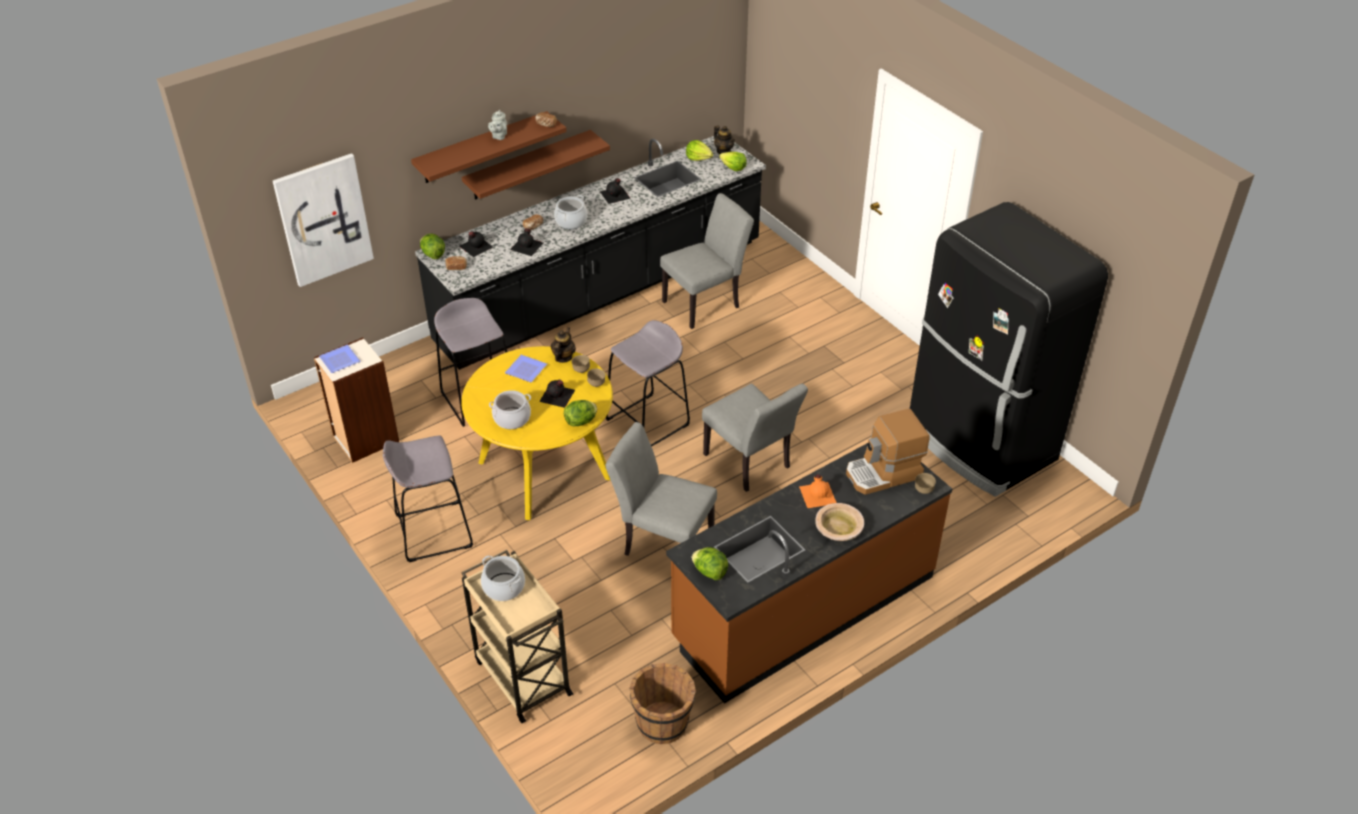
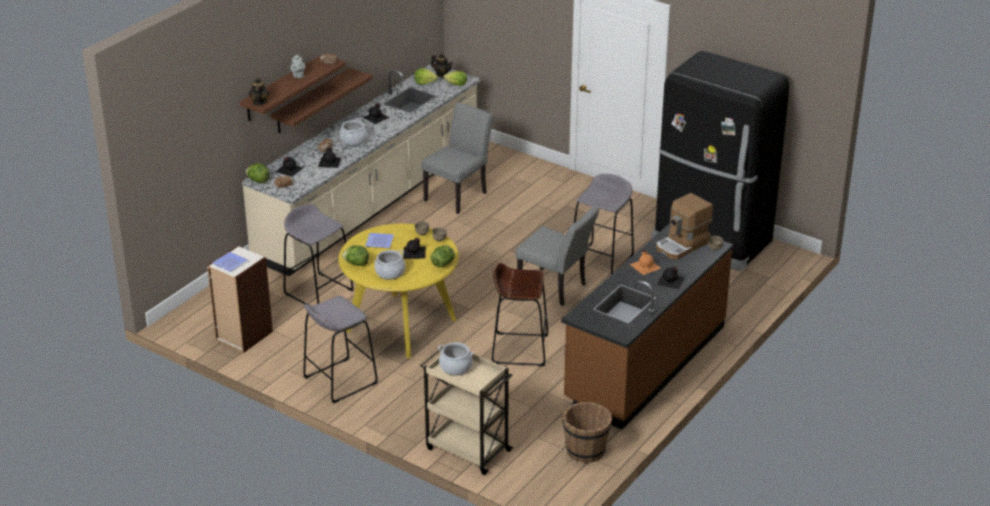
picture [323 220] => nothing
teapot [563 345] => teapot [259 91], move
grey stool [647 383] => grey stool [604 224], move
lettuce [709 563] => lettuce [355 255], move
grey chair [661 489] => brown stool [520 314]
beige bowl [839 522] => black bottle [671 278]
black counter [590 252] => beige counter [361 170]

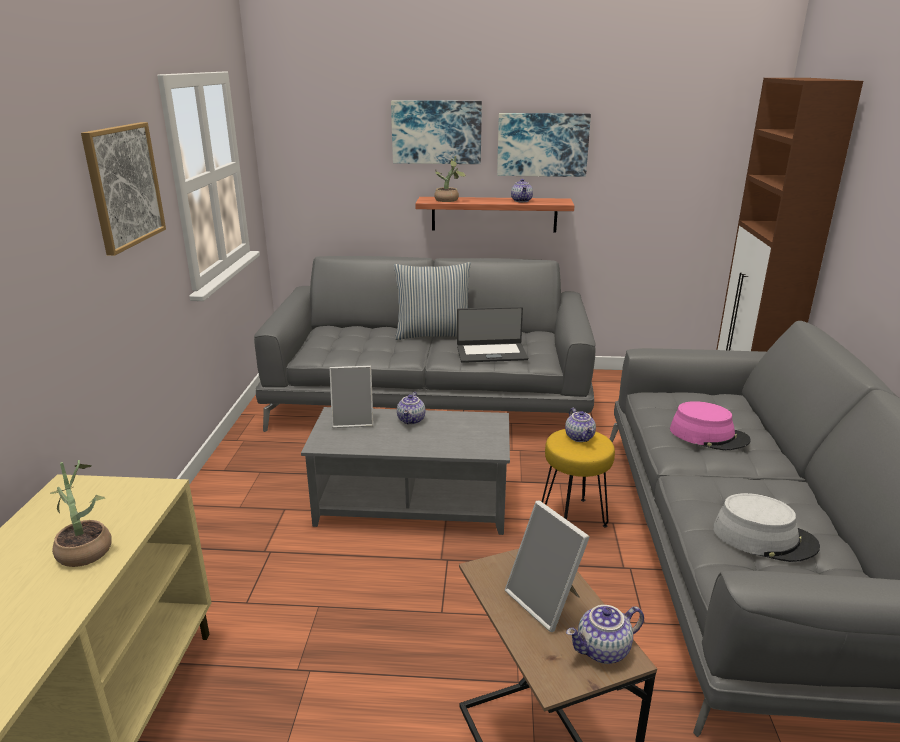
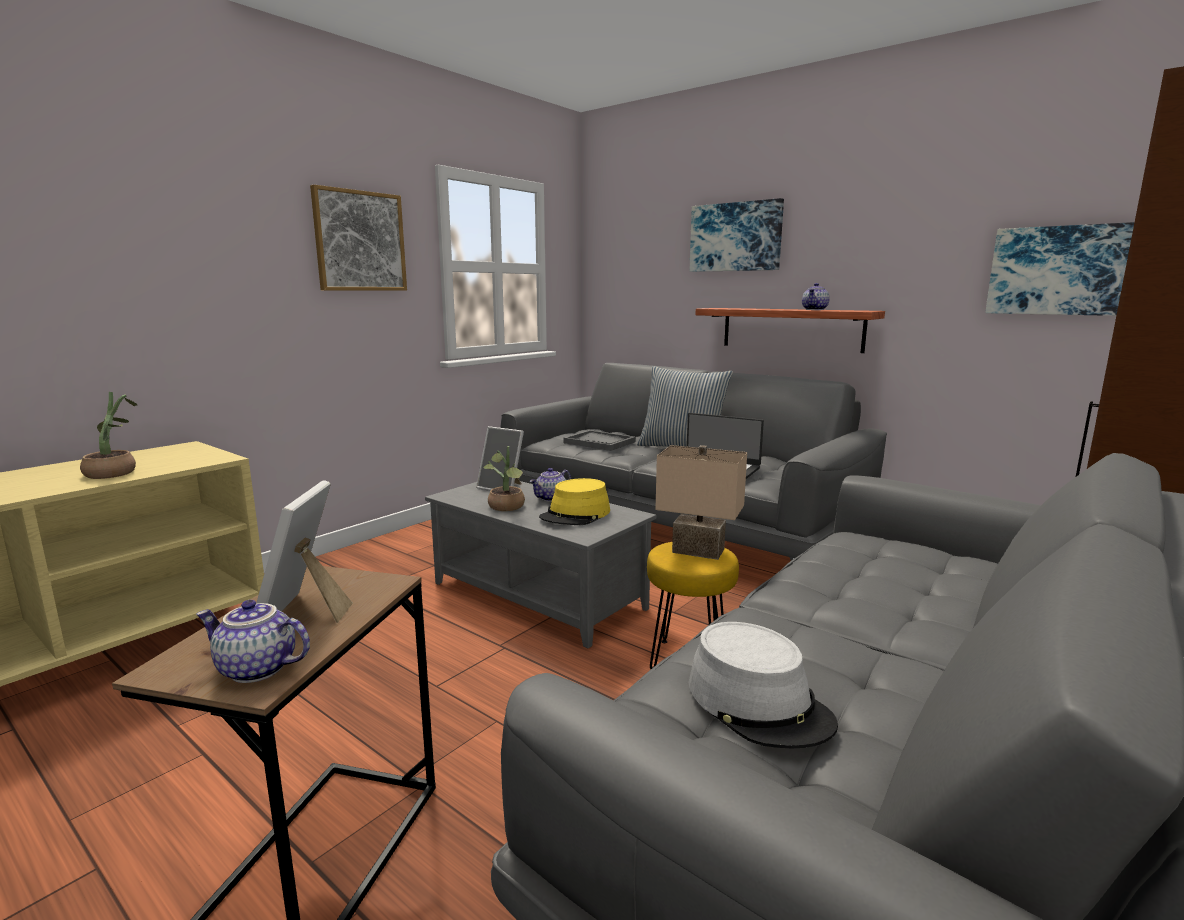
pink hat [710 425] => nothing
nothing => yellow hat [574 501]
nothing => grey tray [599 440]
potted plant [450 179] => potted plant [504 478], move
picture [544 145] => picture [1060 269], move
teapot [580 425] => beige table lamp [701 502]

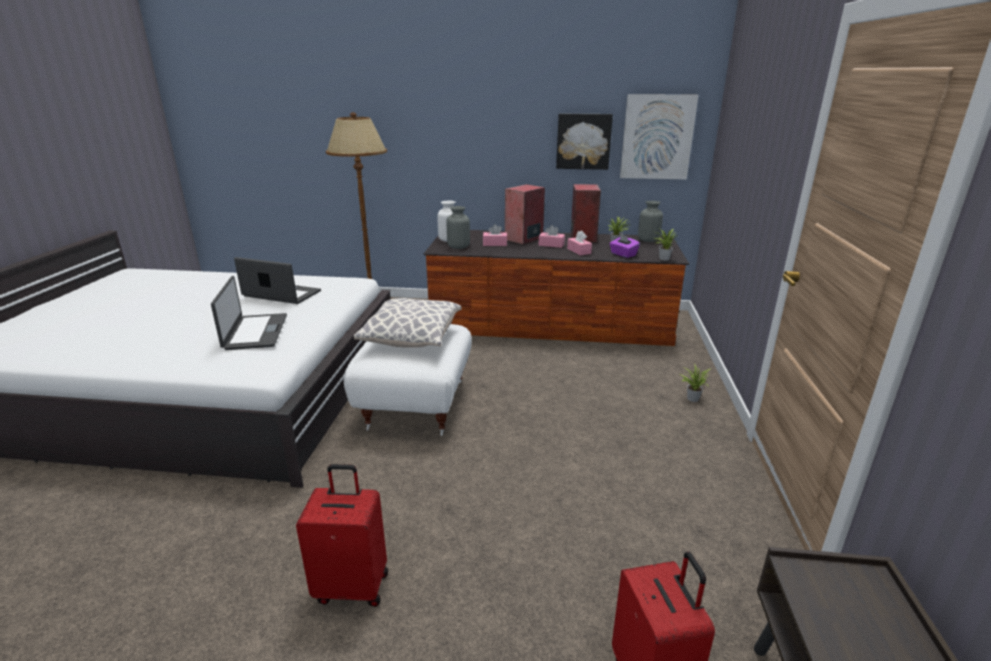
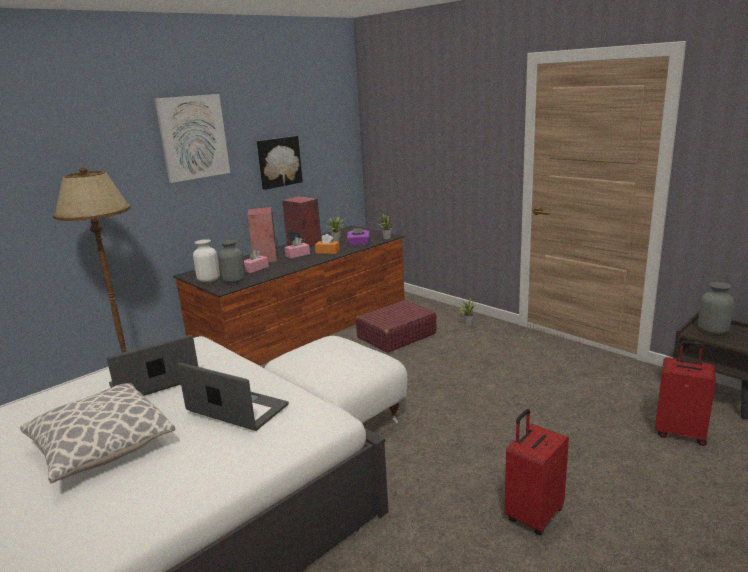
nothing => red suitcase [396 326]
pillow [408 323] => pillow [97 433], move
picture [659 136] => picture [192 138], move
grey vase [650 221] => grey vase [716 308], move
pink tissue box [579 242] => orange tissue box [327 244]

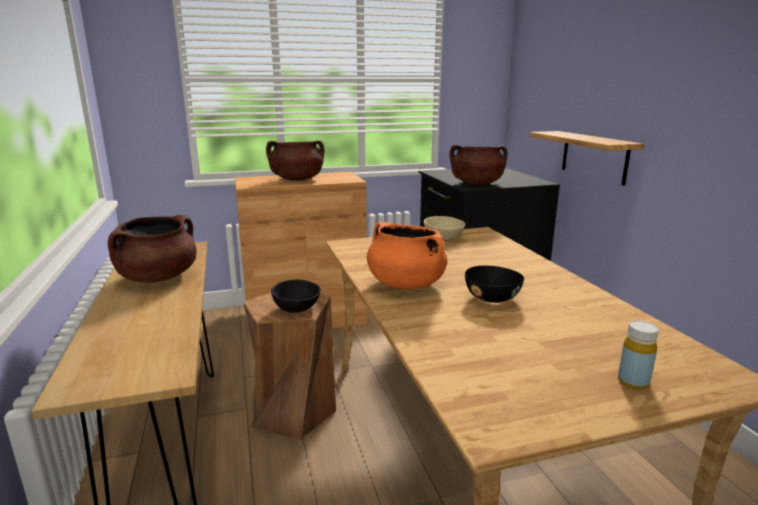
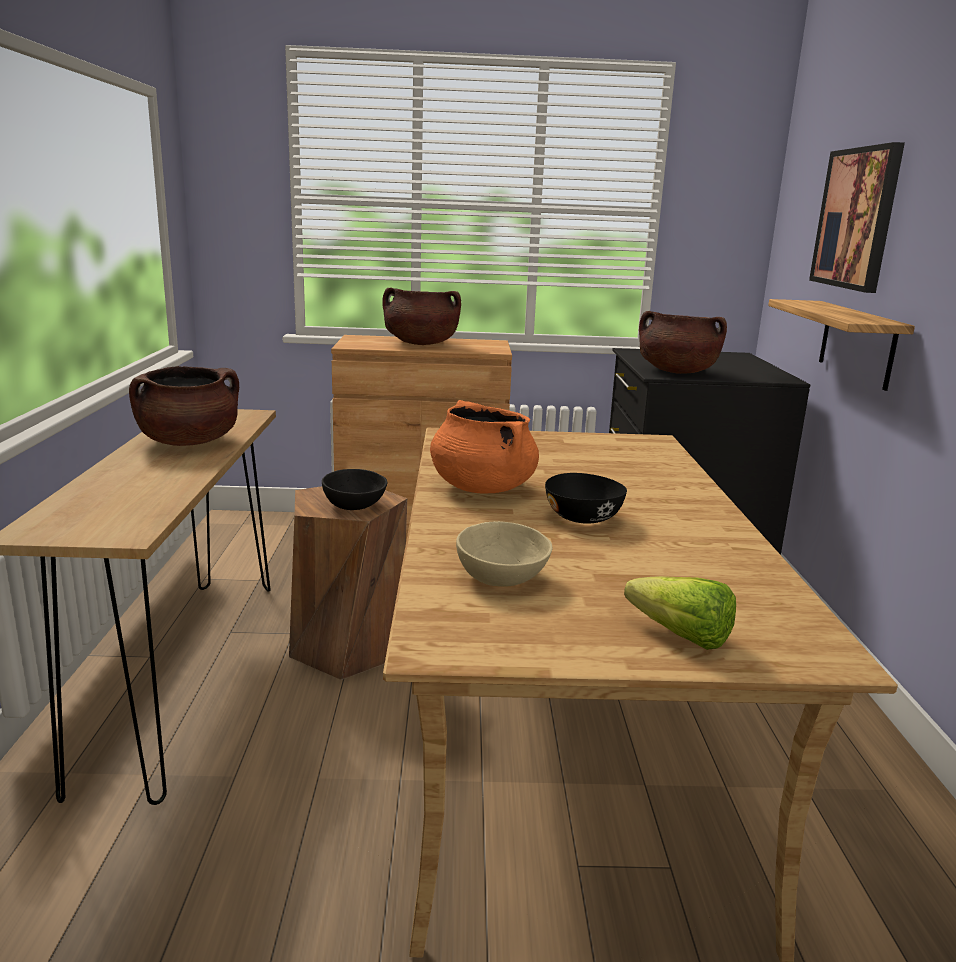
nothing => picture [857 217]
beige bowl [444 228] => beige bowl [504 554], move
yellow bottle [638 355] => lettuce [680 613]

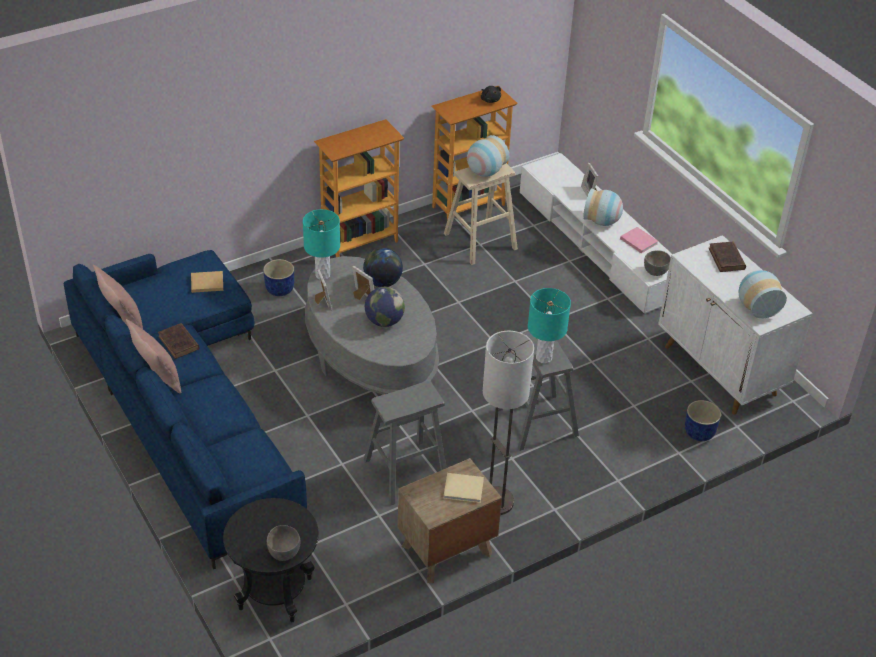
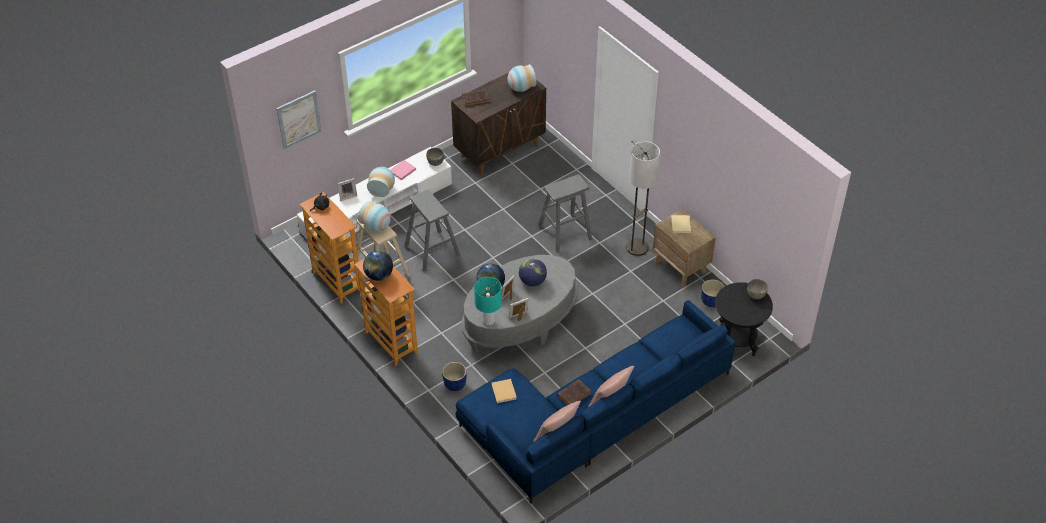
turquoise table lamp [549 326] => nothing
nothing => picture [299 119]
nothing => globe [378 266]
grey stool [405 443] => grey stool [432 231], move
blue planter [703 420] => blue planter [712 293], move
white cabinet [735 325] => brown cabinet [498 124]

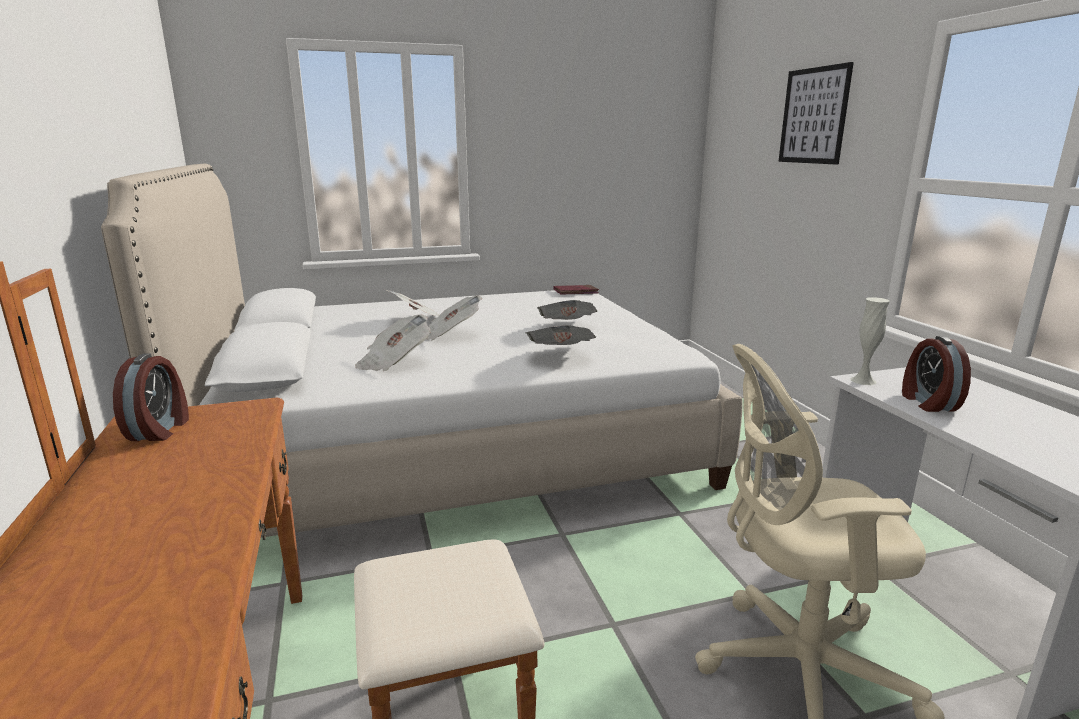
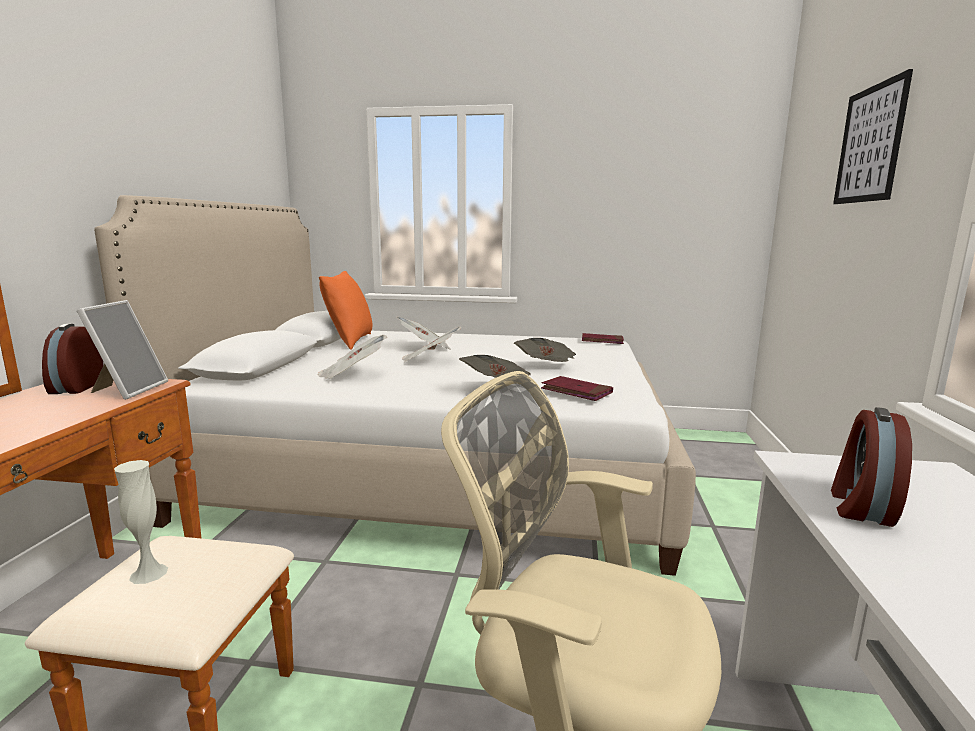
nothing => picture frame [122 350]
nothing => orange pillow [345 310]
nothing => red book [577 388]
white vase [870 341] => white vase [141 522], move
alarm clock [151 397] => alarm clock [72 359], 150 degrees clockwise

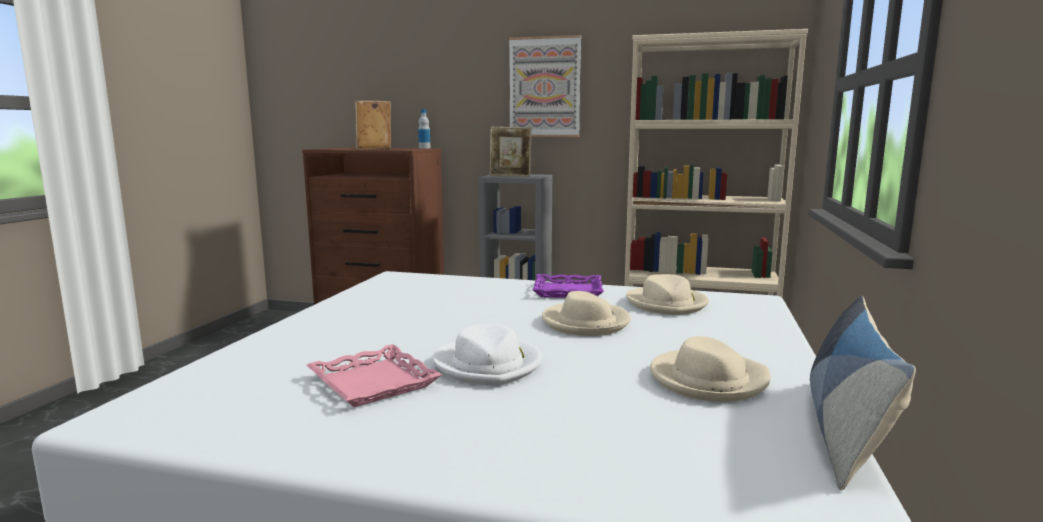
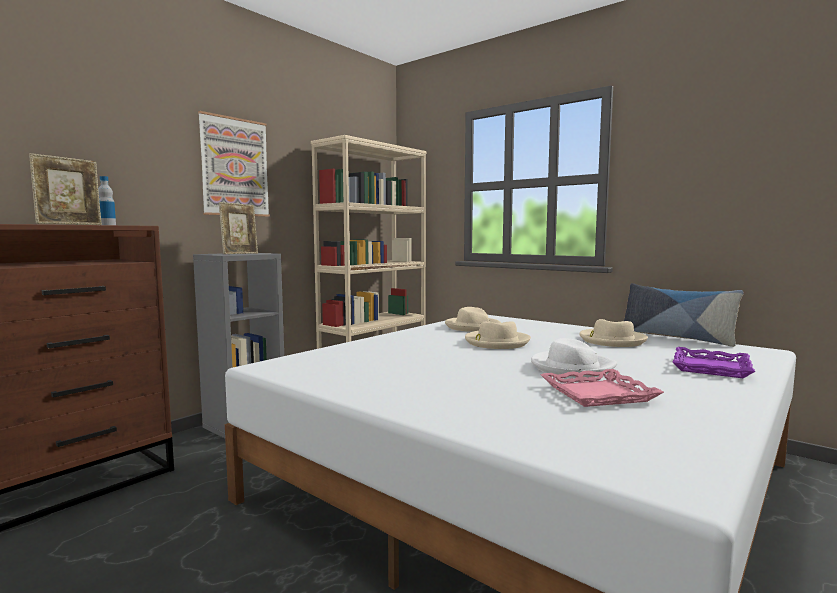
purple tray [568 286] => purple tray [714 362], move
picture frame [373 125] => picture frame [65 189], 120 degrees counterclockwise

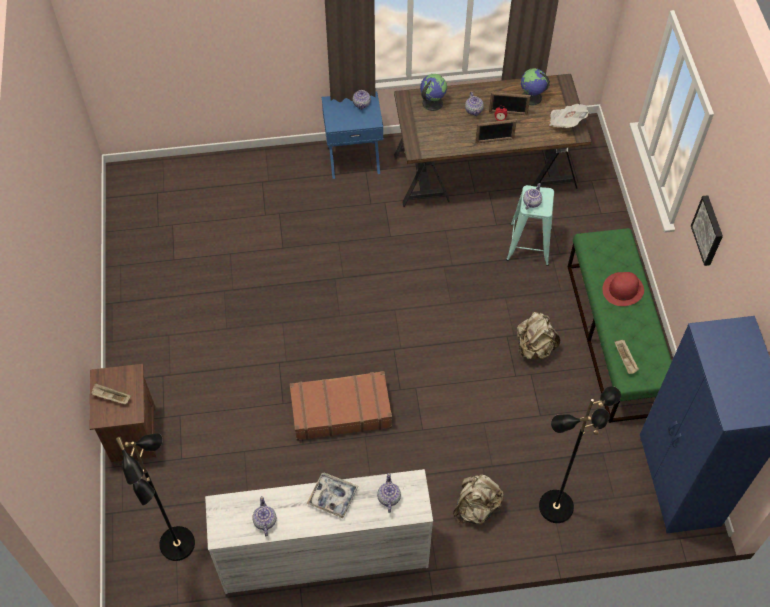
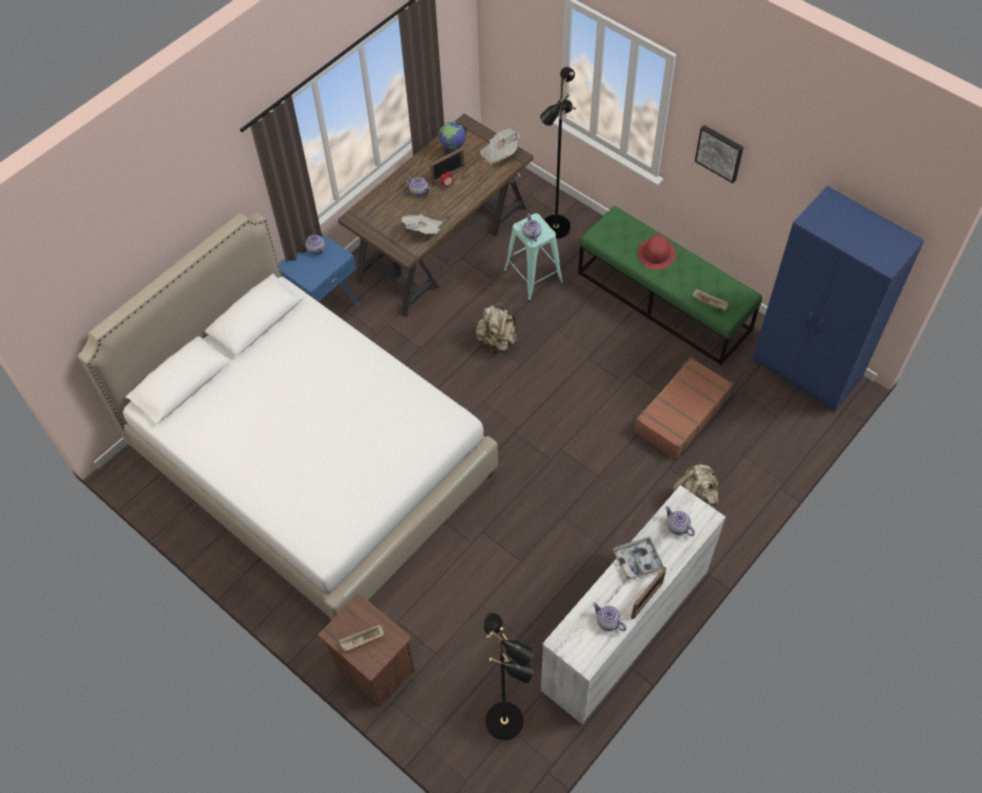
globe [433 92] => nothing
nothing => white bed [288 416]
nothing => newspaper [421 224]
brown suitcase [341 405] => brown suitcase [683 408], move
picture frame [496 131] => picture frame [648 592], move
beige backpack [538 335] => beige backpack [496 328], move
black floor lamp [580 454] => black floor lamp [558 153], move

